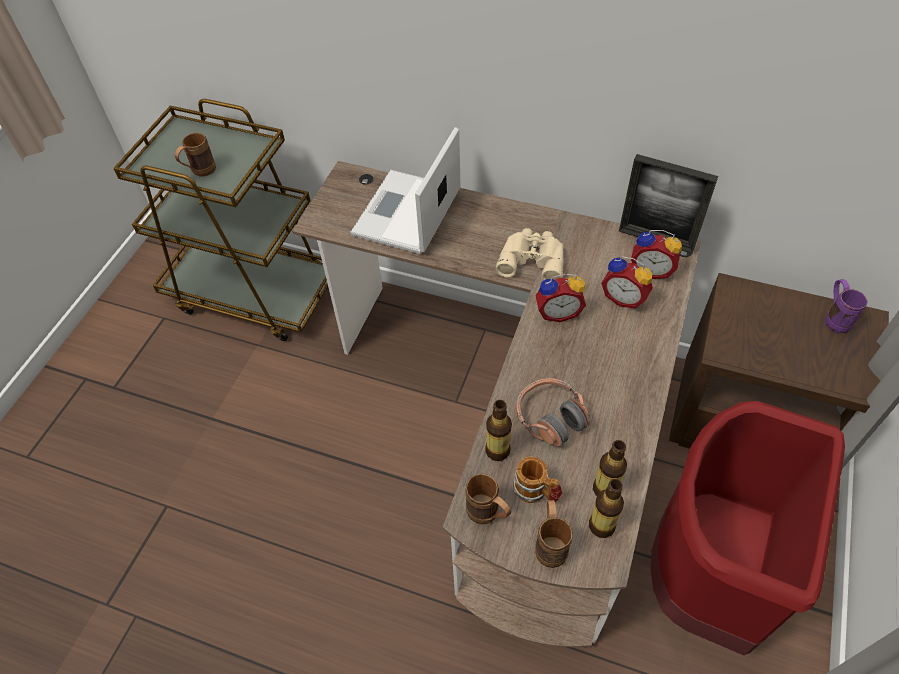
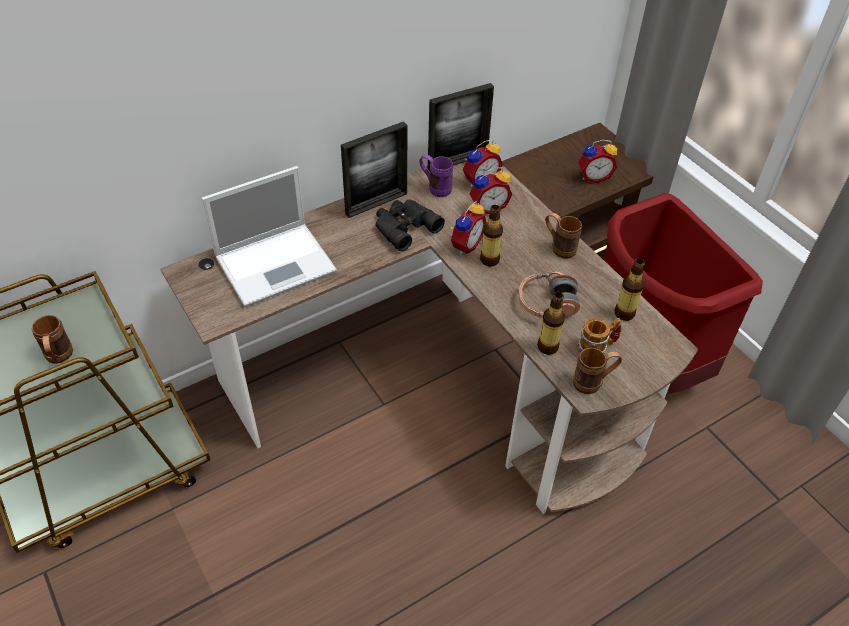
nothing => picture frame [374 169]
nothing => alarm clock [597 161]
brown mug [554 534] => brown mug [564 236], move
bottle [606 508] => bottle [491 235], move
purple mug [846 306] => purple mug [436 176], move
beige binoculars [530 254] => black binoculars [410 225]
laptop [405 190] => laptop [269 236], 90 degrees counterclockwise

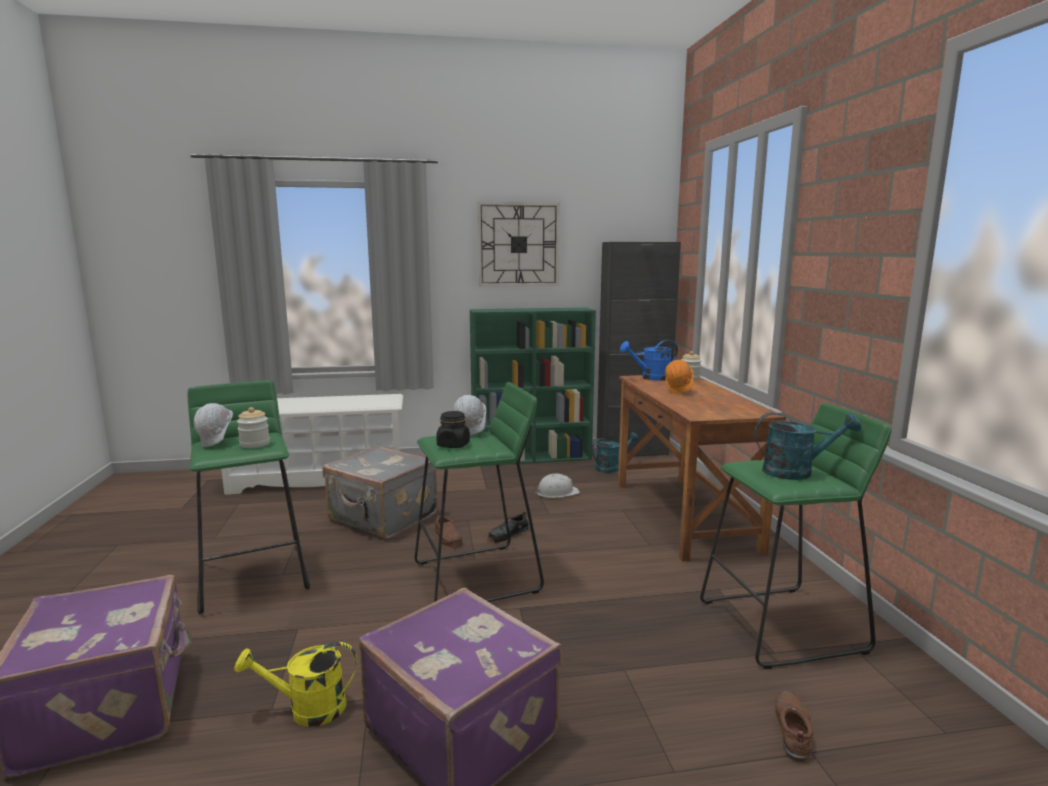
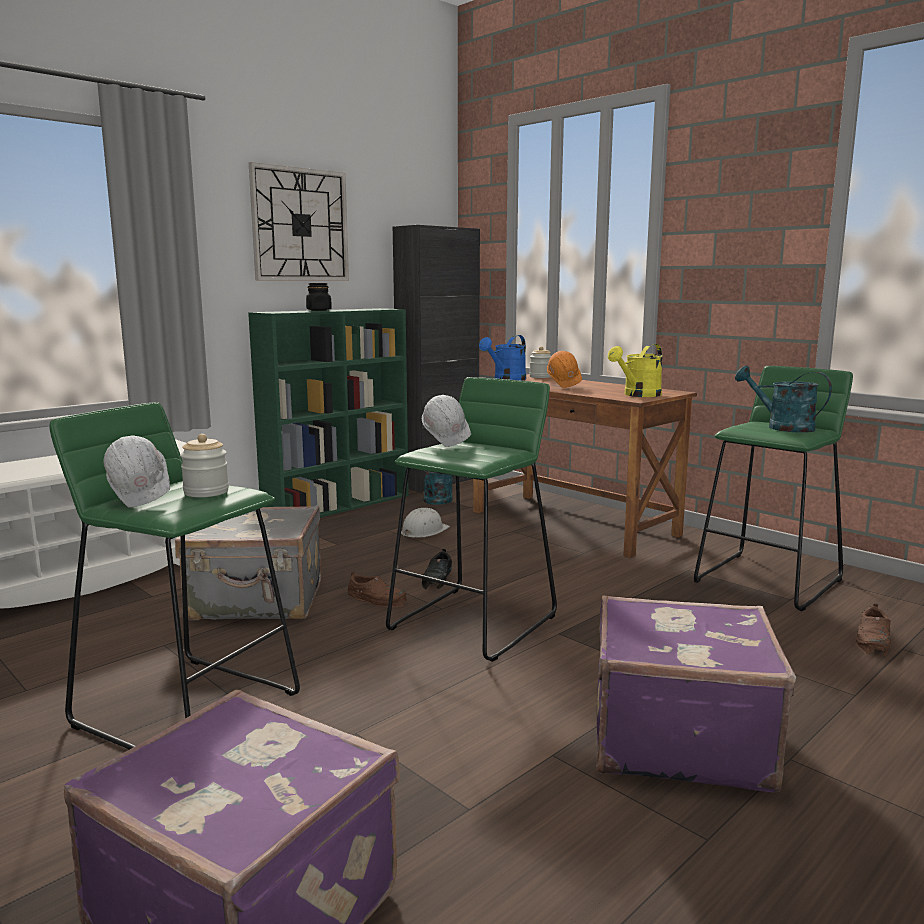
yellow watering can [295 684] => yellow watering can [635 370], move
black jar [453 429] => black jar [319 297], move
turquoise watering can [808 446] => turquoise watering can [783 399], 105 degrees counterclockwise
brown shoe [794 726] => brown shoe [873 629], 135 degrees counterclockwise

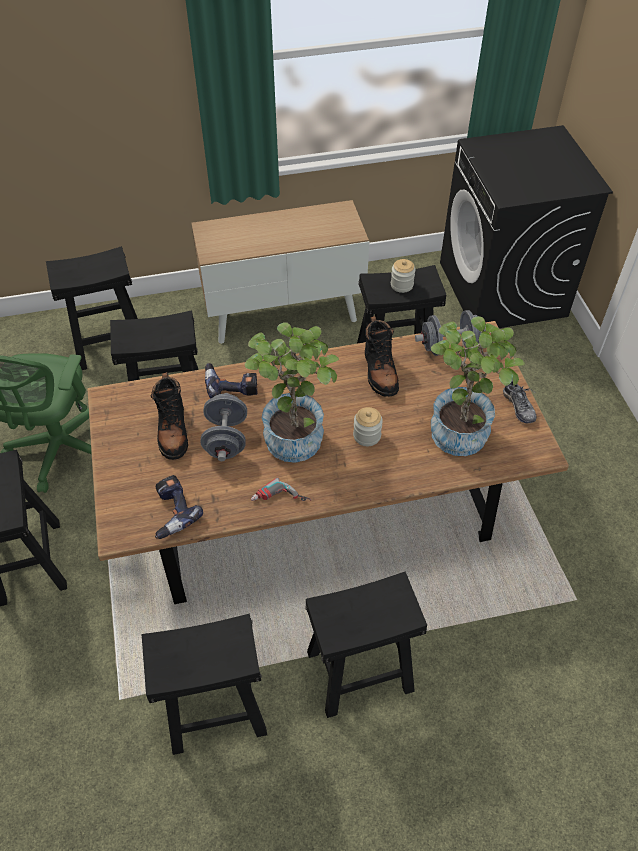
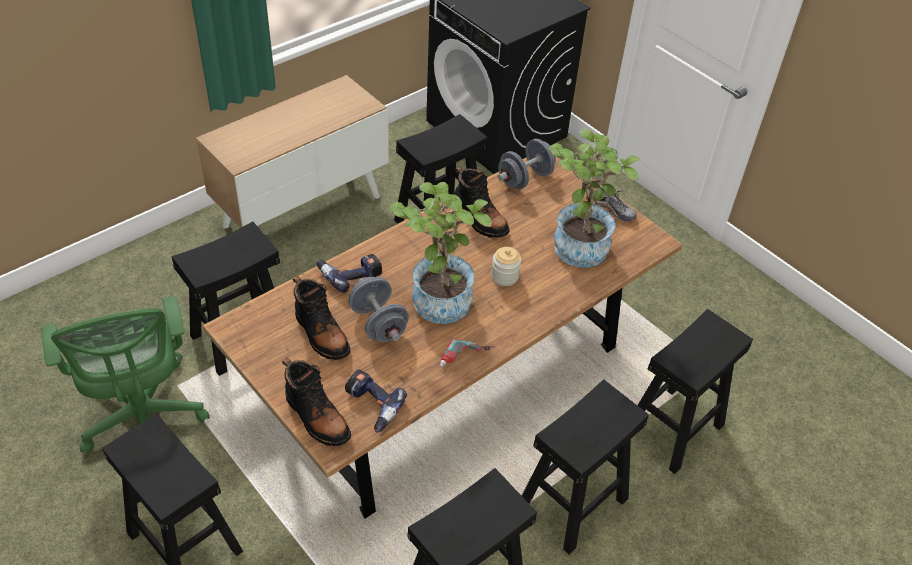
jar [403 276] => nothing
nothing => black boot [316 402]
black stool [92 308] => black stool [695 391], move

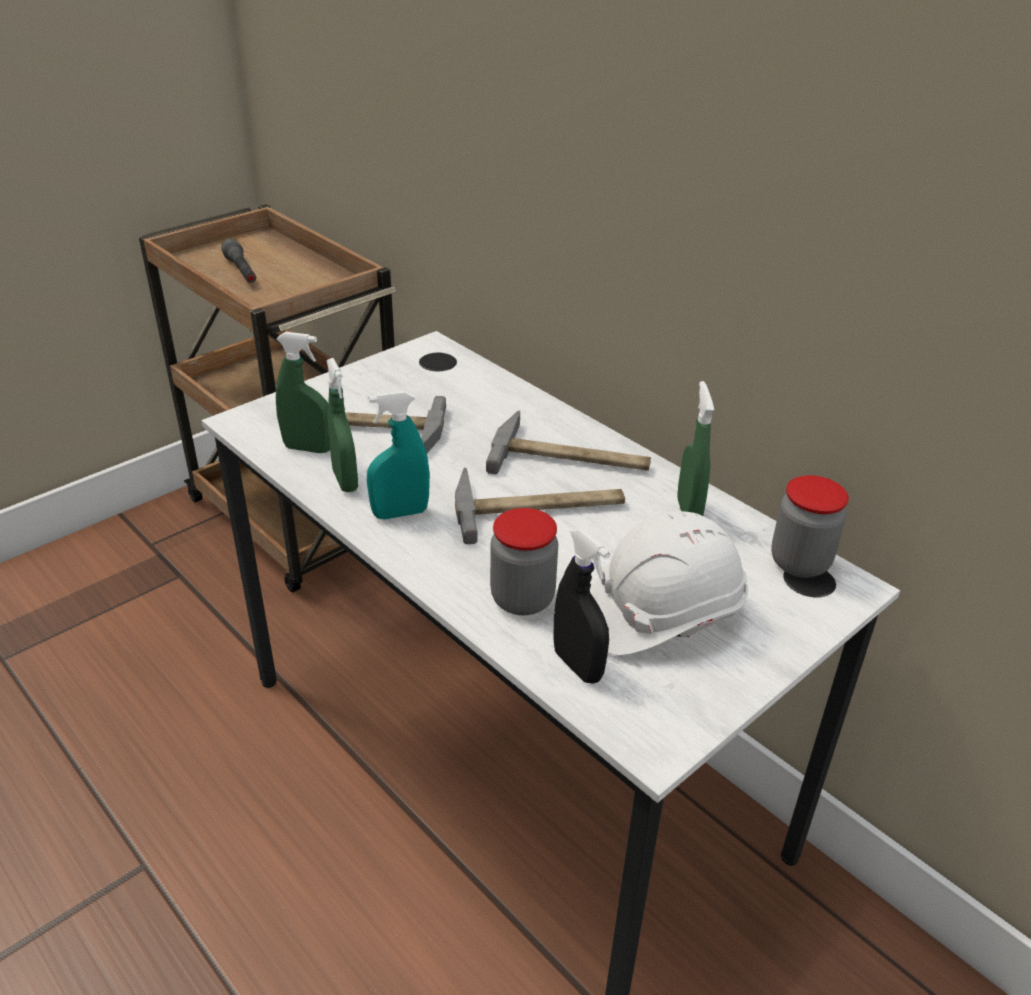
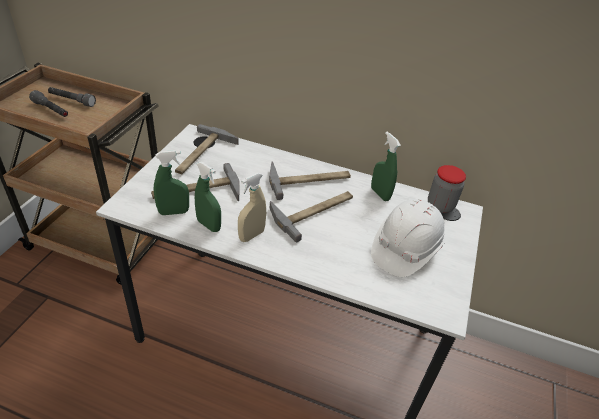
jar [524 562] => nothing
black spray bottle [581 606] => nothing
nothing => grey flashlight [72 97]
nothing => hammer [206 149]
turquoise spray bottle [398 455] => beige spray bottle [252 207]

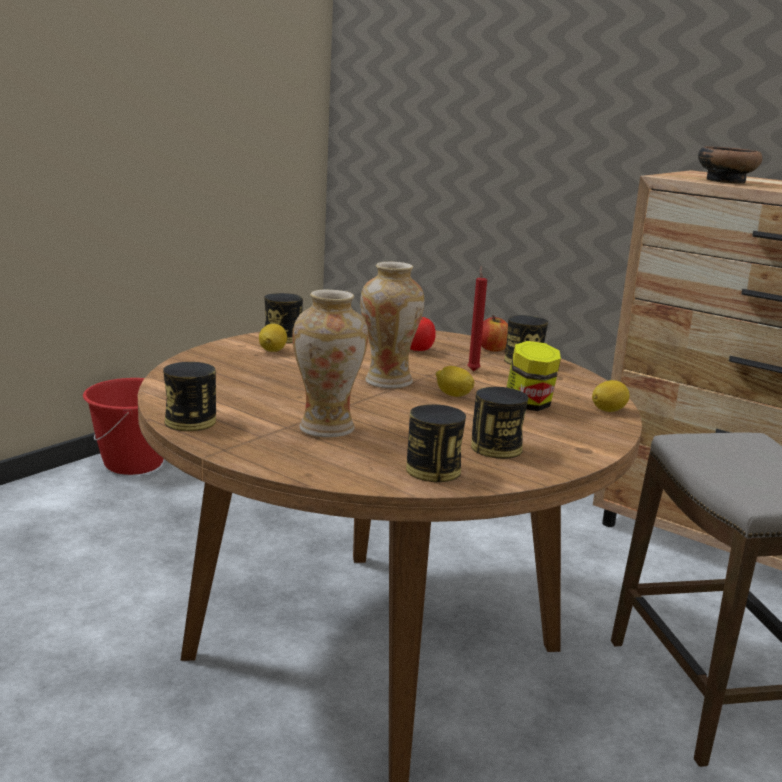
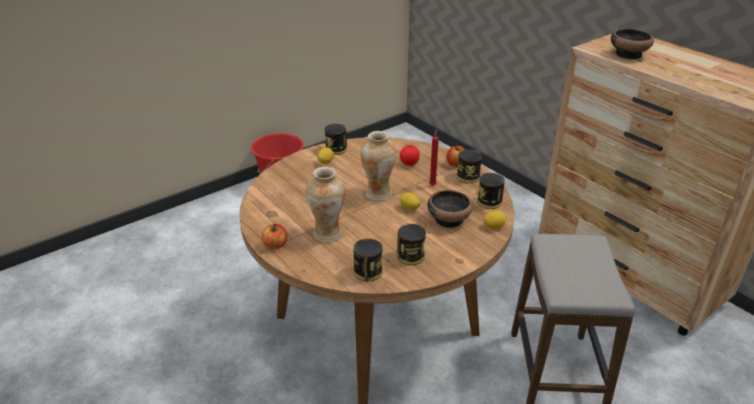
nothing => apple [275 236]
can [189 396] => can [491 191], move
jar [533 376] => bowl [450 209]

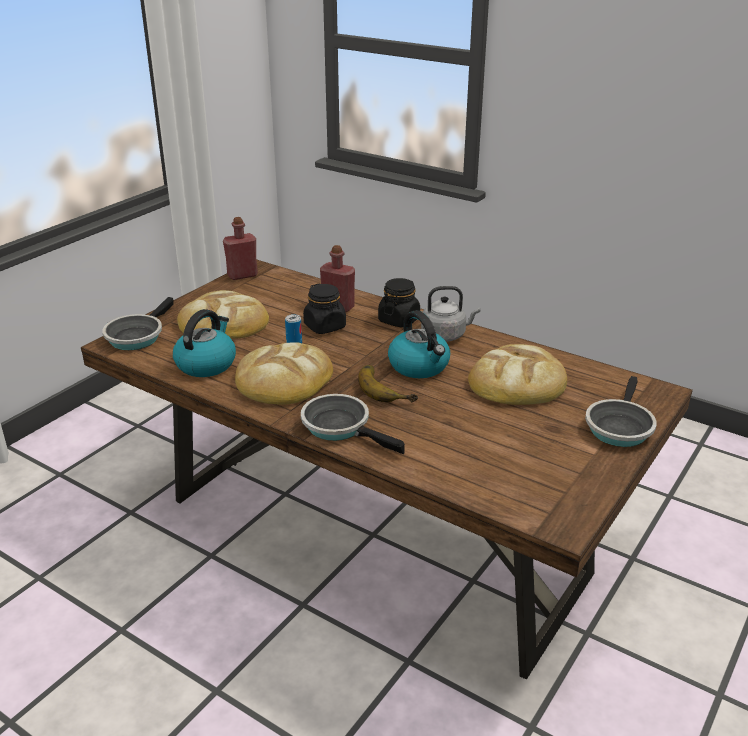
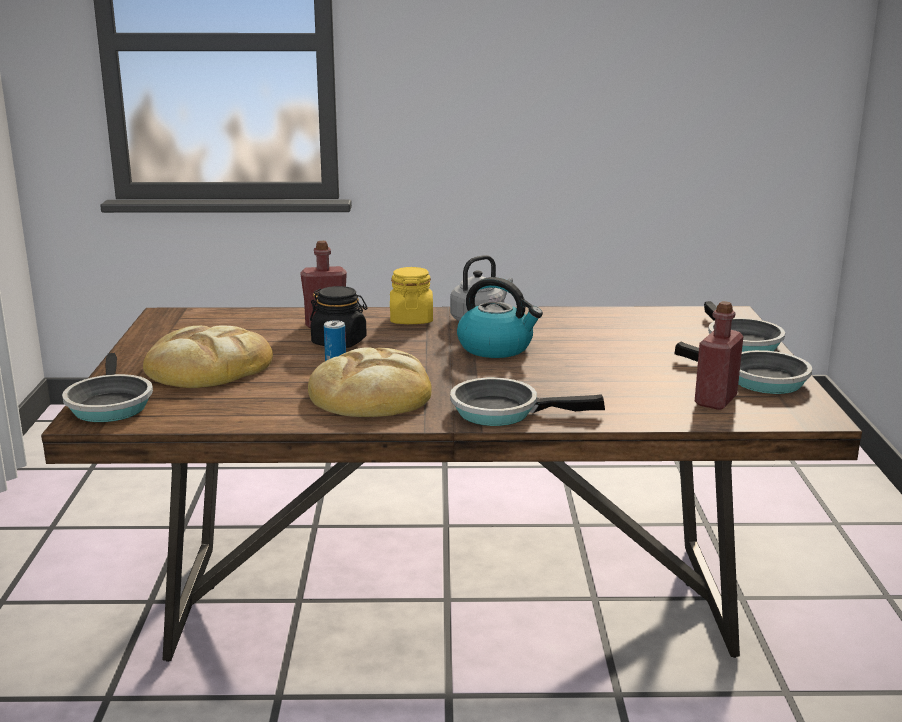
kettle [204 343] => nothing
banana [388 383] => nothing
bread [517 374] => nothing
nothing => frying pan [743 368]
red bottle [240 248] => red bottle [719 355], move
black jar [399 303] => yellow jar [411 295]

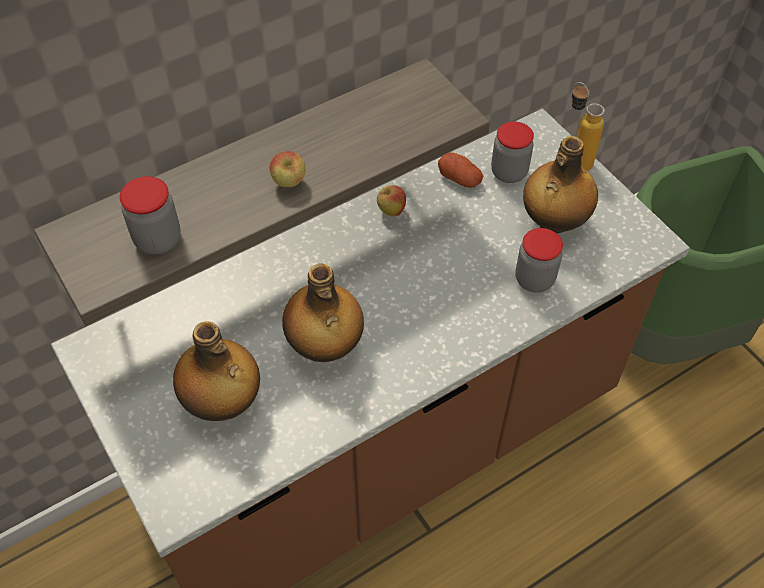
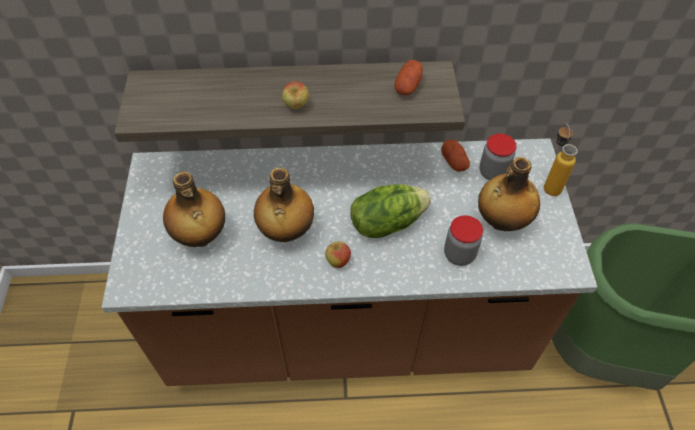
jar [150 215] => nothing
nothing => lettuce [390 211]
nothing => potato [408 77]
apple [391 201] => apple [338 254], move

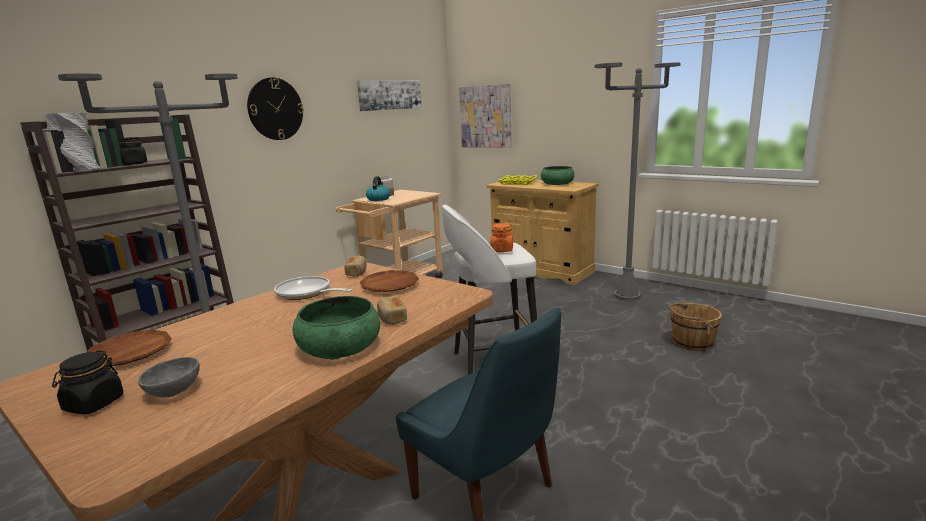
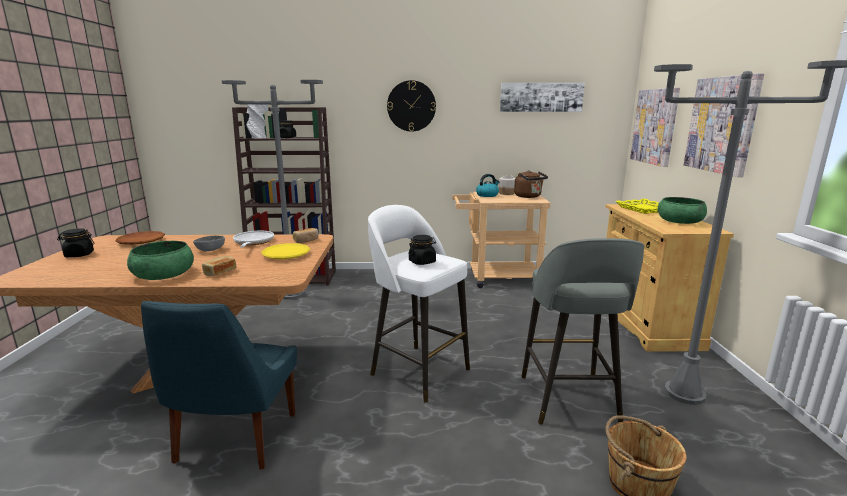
nothing => brown kettle [531 184]
nothing => grey stool [583 331]
nothing => picture [724 125]
grey bowl [169 377] => grey bowl [209 243], move
brown plate [389 281] => yellow plate [285 251]
orange jar [501 237] => black jar [422 250]

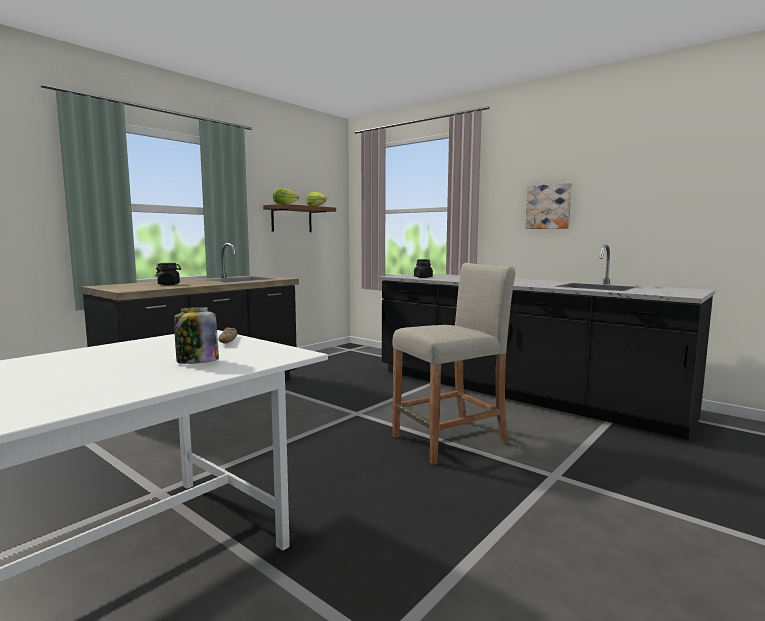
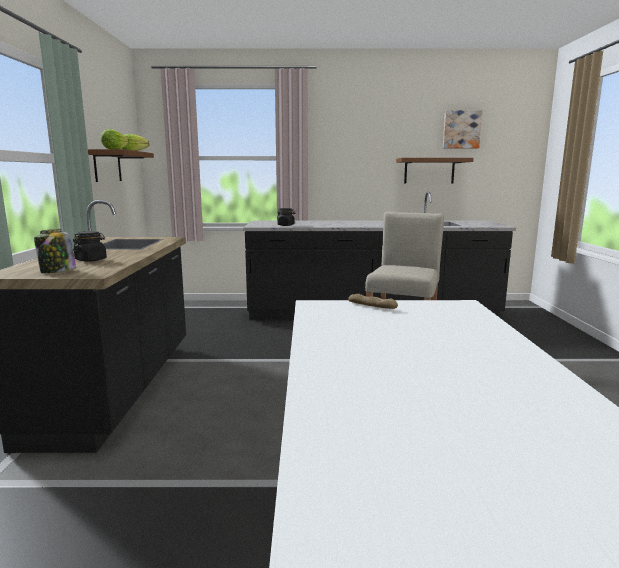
nothing => brown shelf [435 170]
jar [196 335] => jar [55 251], move
picture [548 206] => picture [462 129], move

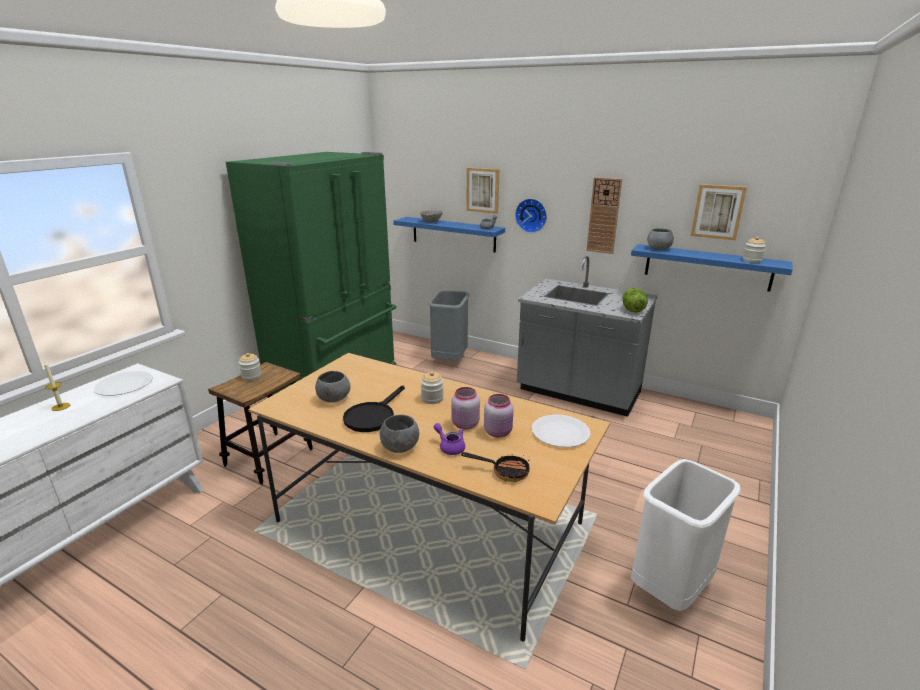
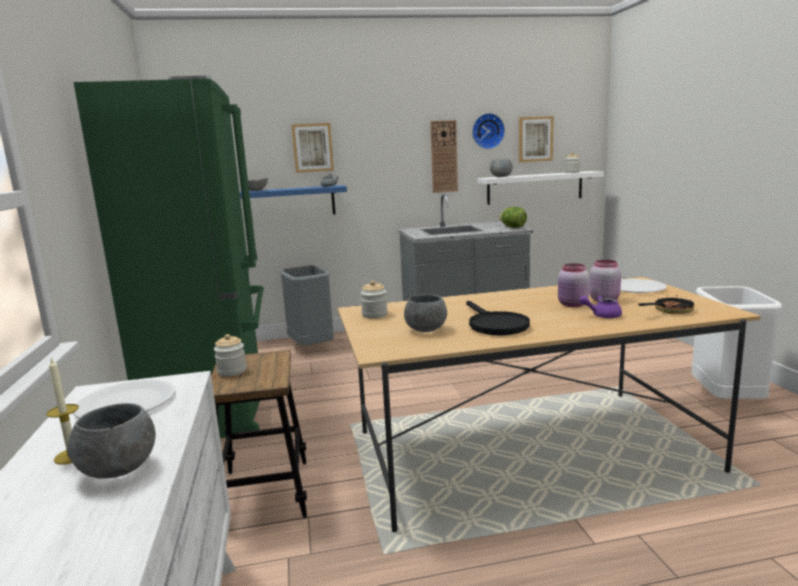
grey bowl [399 433] => grey bowl [111 441], move
jar [432 387] => jar [374 299], move
wall clock [531 215] => wall clock [488 131], move
blue shelf [712 268] => white shelf [541 188]

